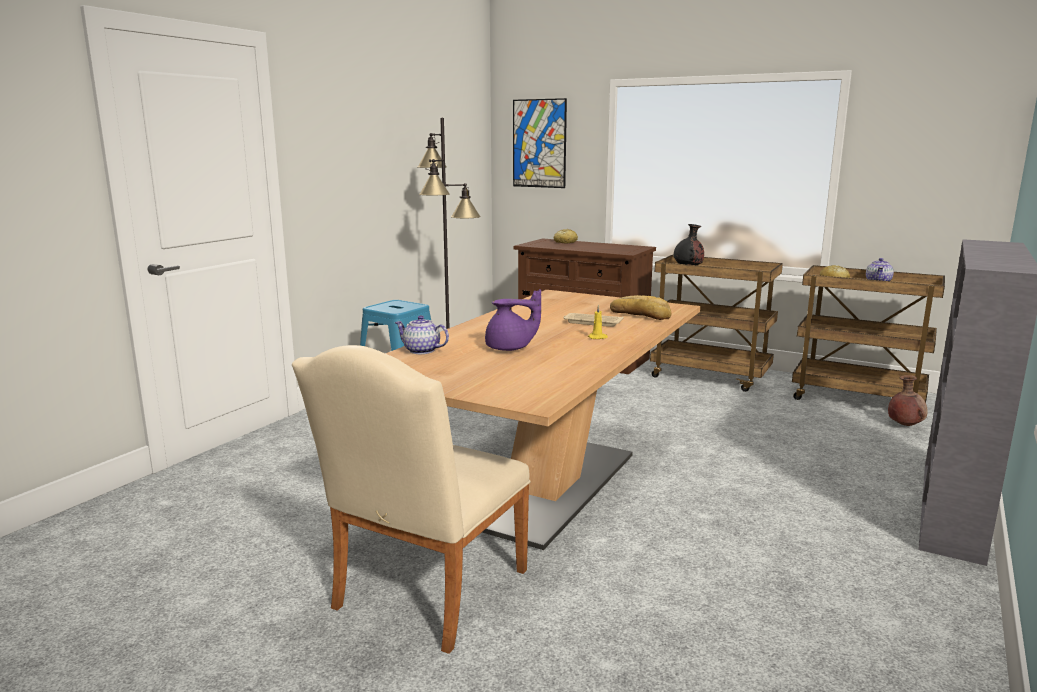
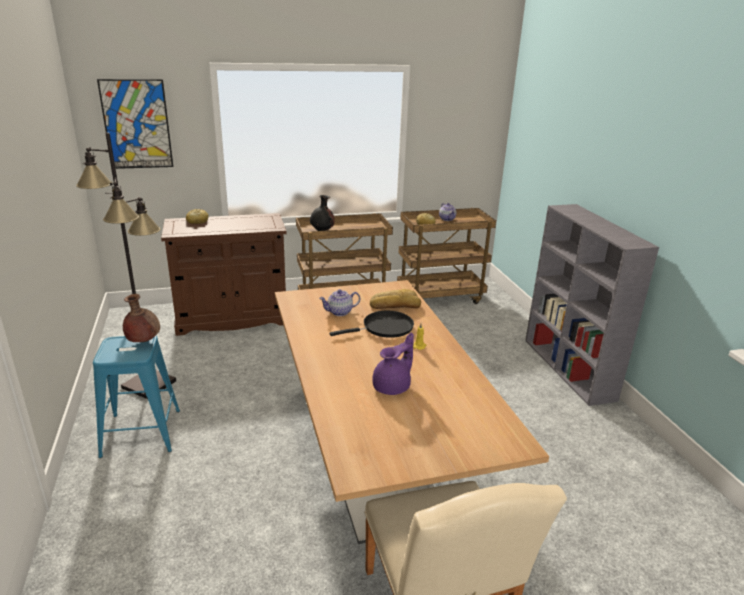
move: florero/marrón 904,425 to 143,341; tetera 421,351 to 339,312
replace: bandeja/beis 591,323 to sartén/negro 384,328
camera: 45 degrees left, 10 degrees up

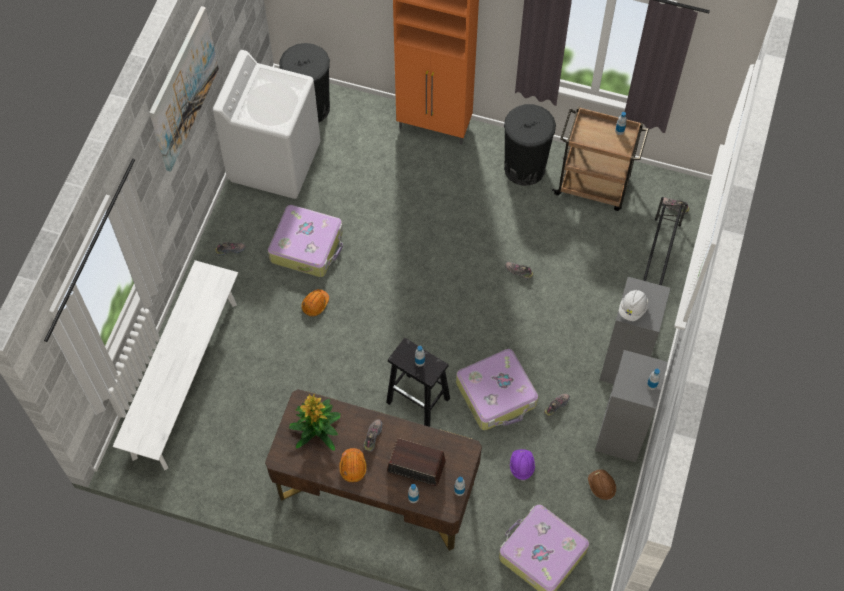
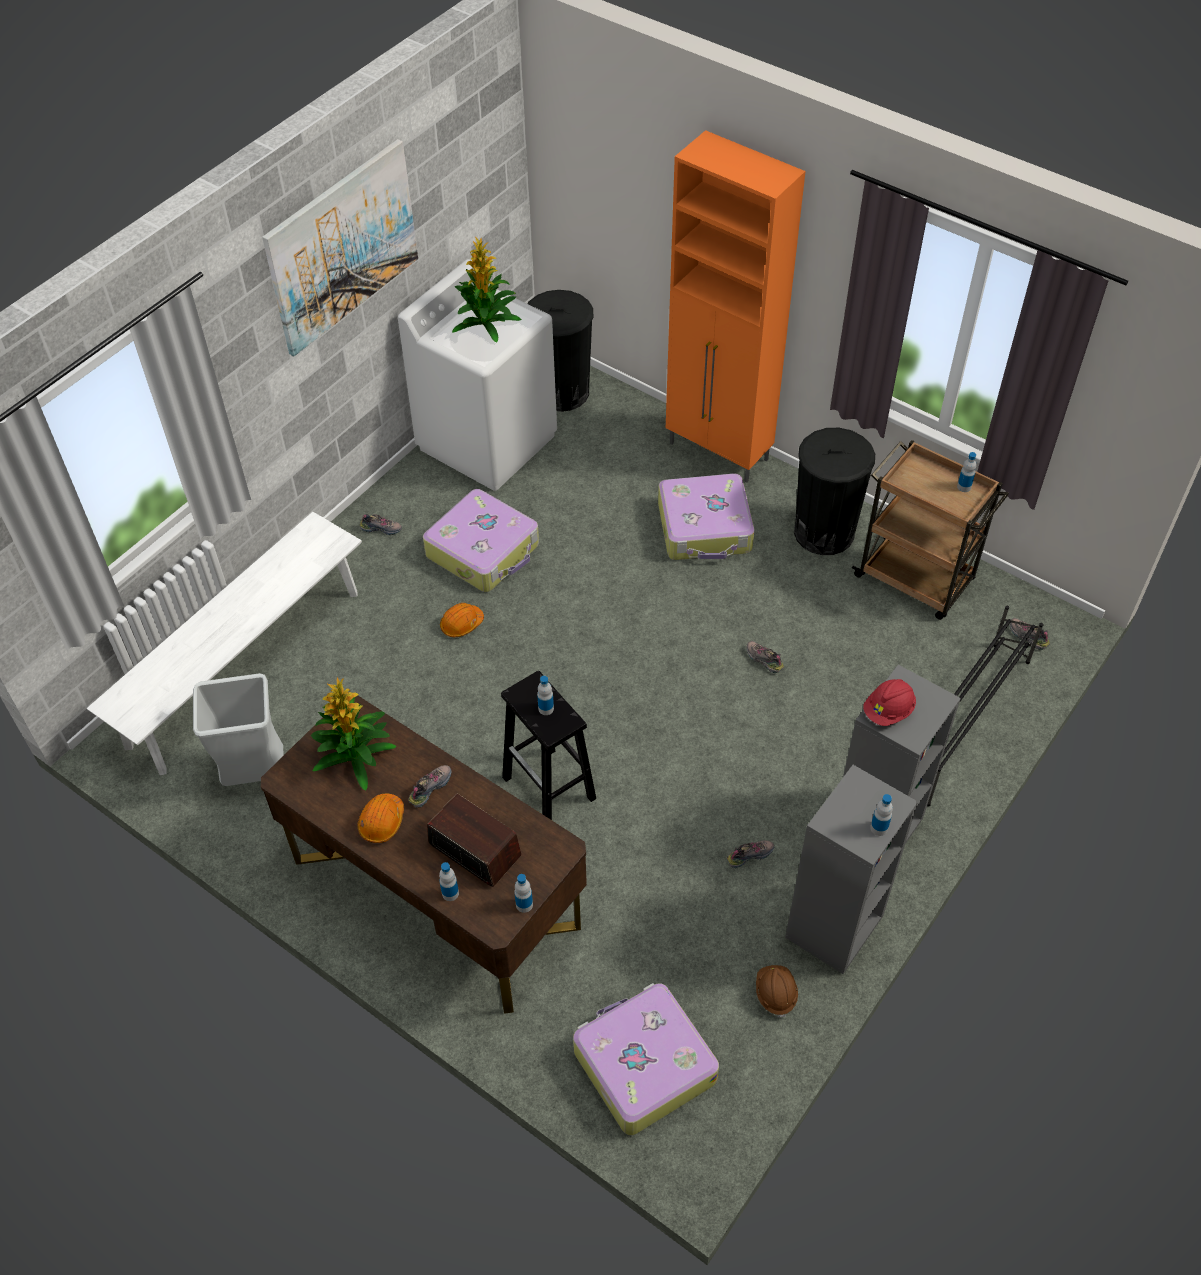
delete: casco/morado 521,466
insert: papelera/gris 255,776; planta en maceta 487,322
move: maleta 497,394 to 705,528
recolor: casco/blanco 632,309 to casco/rojo 888,711
camera: 20 degrees right, 10 degrees down

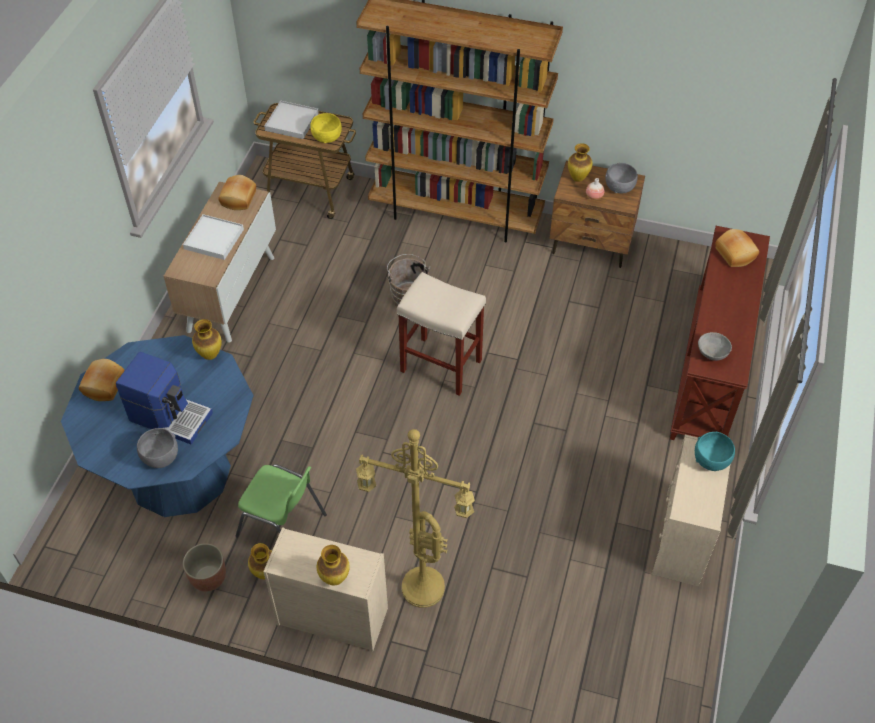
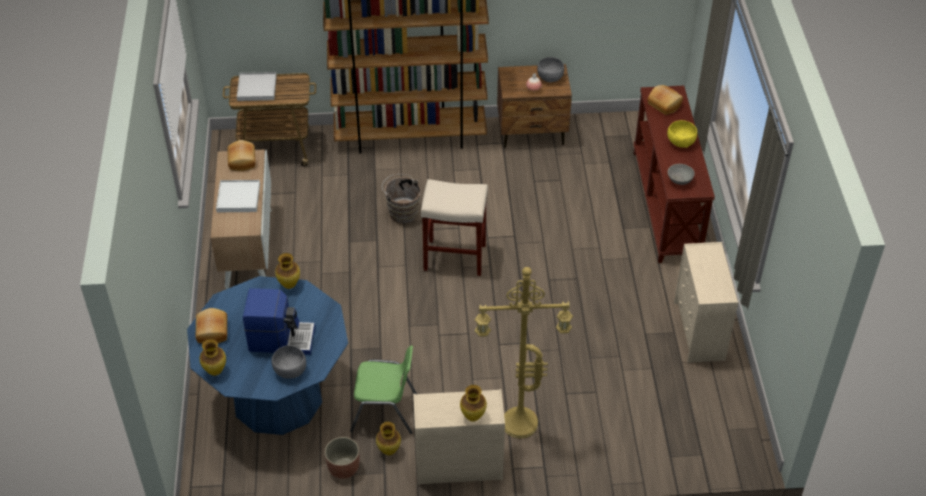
delete: cuenco/turquesa 711,459
move: florero 578,178 to 216,371; cuenco/amarillo 326,137 to 680,142
camera: 20 degrees left, 5 degrees down

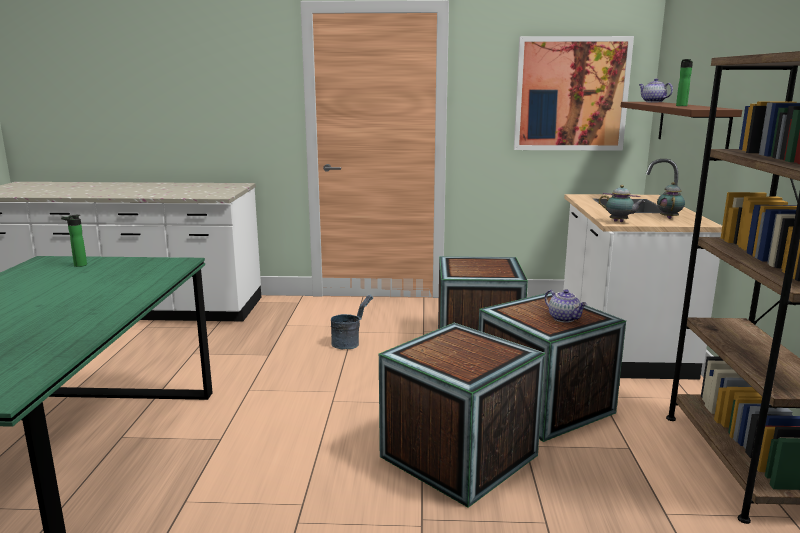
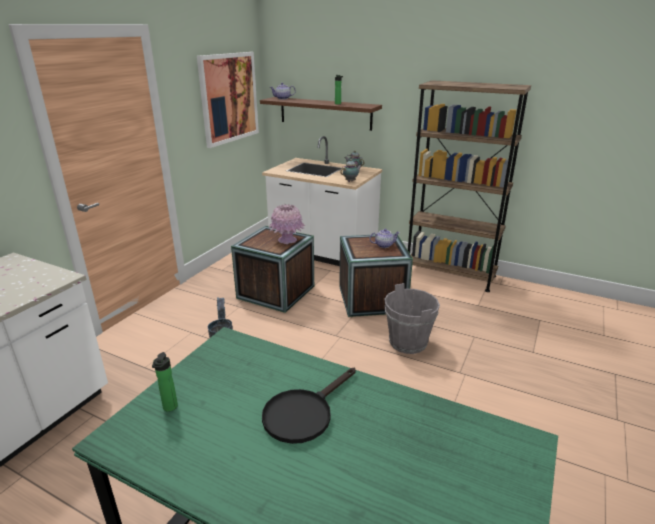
insert: sartén/negro 303,413; florero/rosa 287,240
replace: caja de embalaje 458,456 to cubo/gris 407,342
camera: 65 degrees left, 10 degrees up

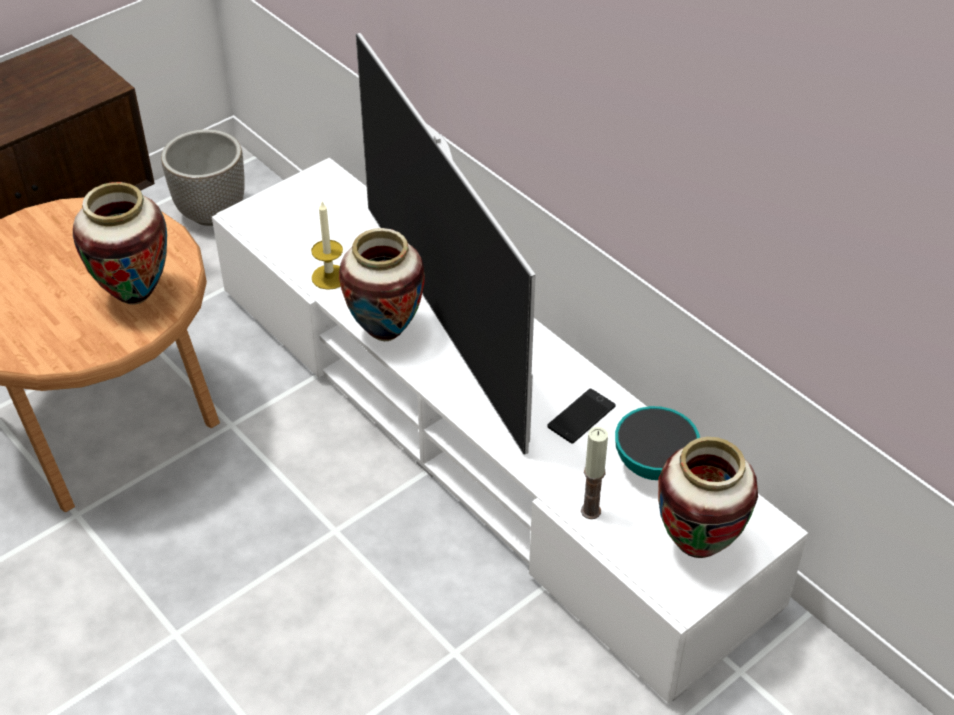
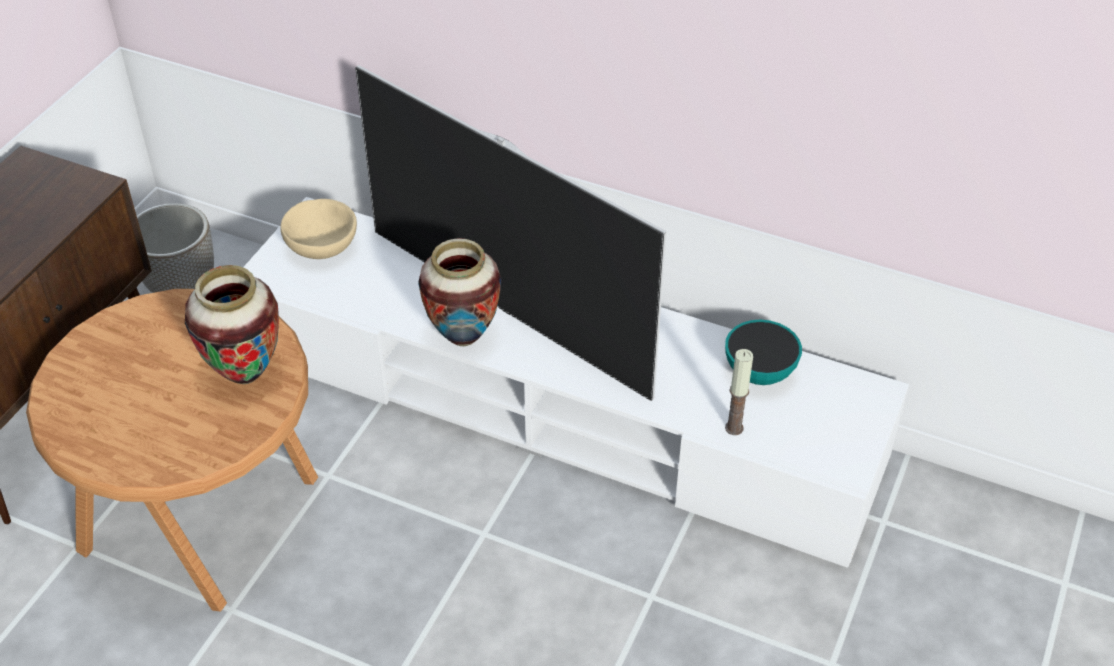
delete: vela 329,277; móvil 581,416; florero 697,545
insert: cuenco/beis 322,247
camera: 25 degrees left, 0 degrees up

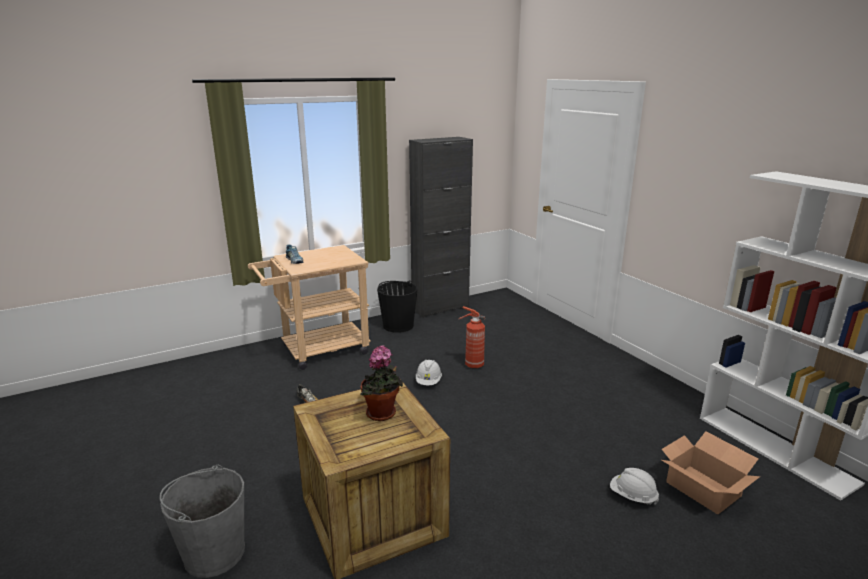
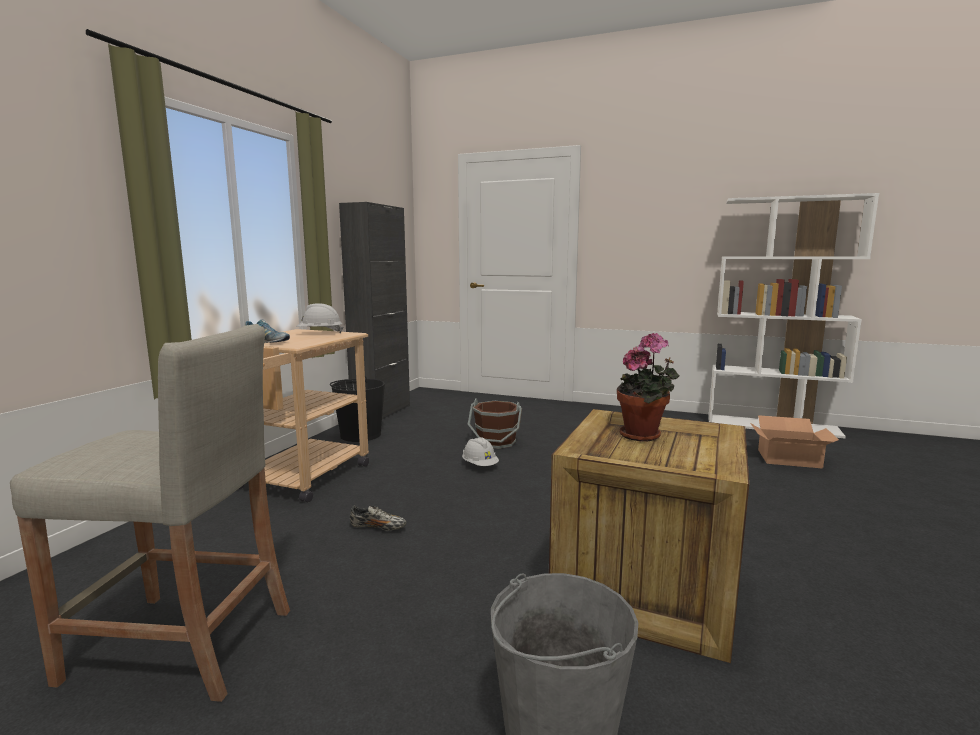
insert: taburete/beis 181,645
move: casco/blanco 632,496 to 319,333
replace: extintor 473,365 to cubo/marrón 496,442
camera: 40 degrees left, 10 degrees down

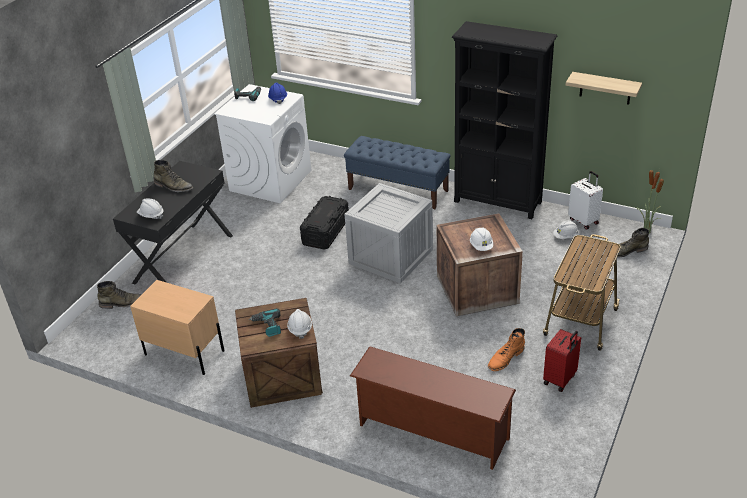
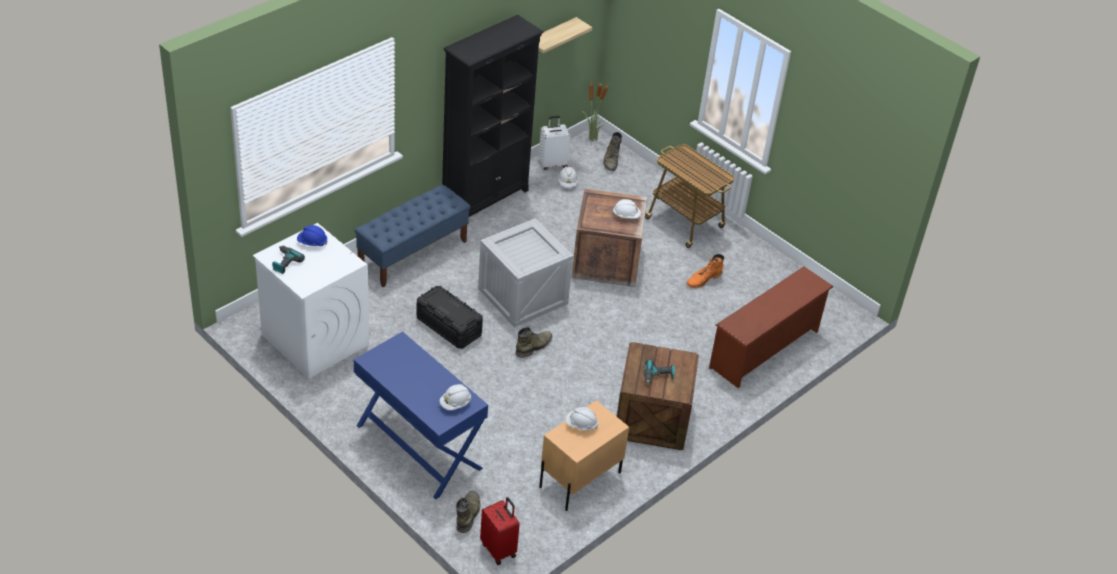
move: maleta/rojo 560,379 to 499,549; bota/verde 174,187 to 534,346; casco/blanco 300,329 to 581,425
recolor: escritorio/negro 183,258 to escritorio/azul 418,447
rotate: bota/naranja 505,358 = 703,279 75 degrees clockwise
camera: 75 degrees left, 5 degrees up

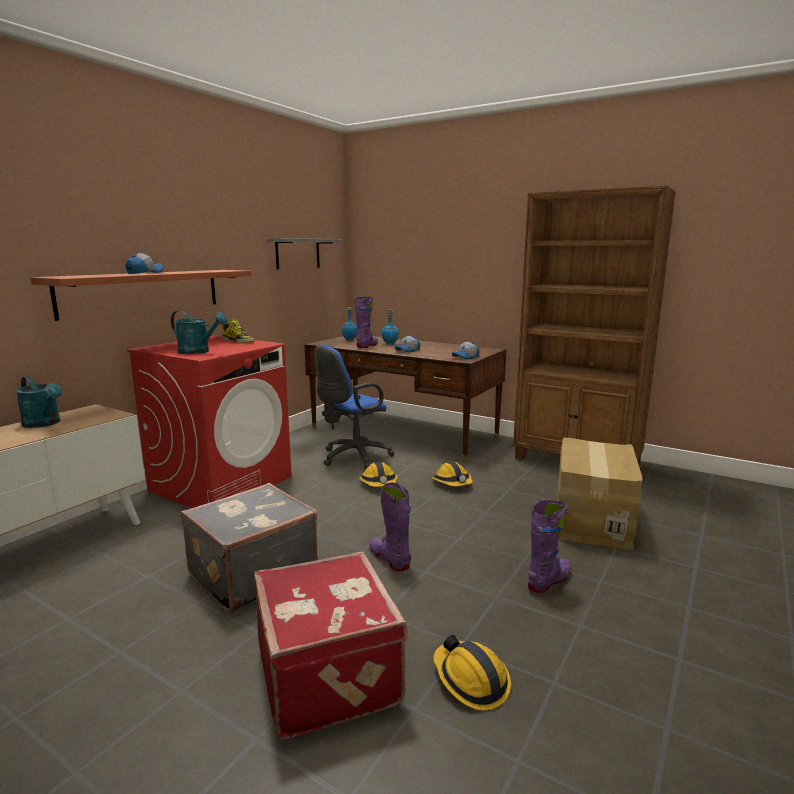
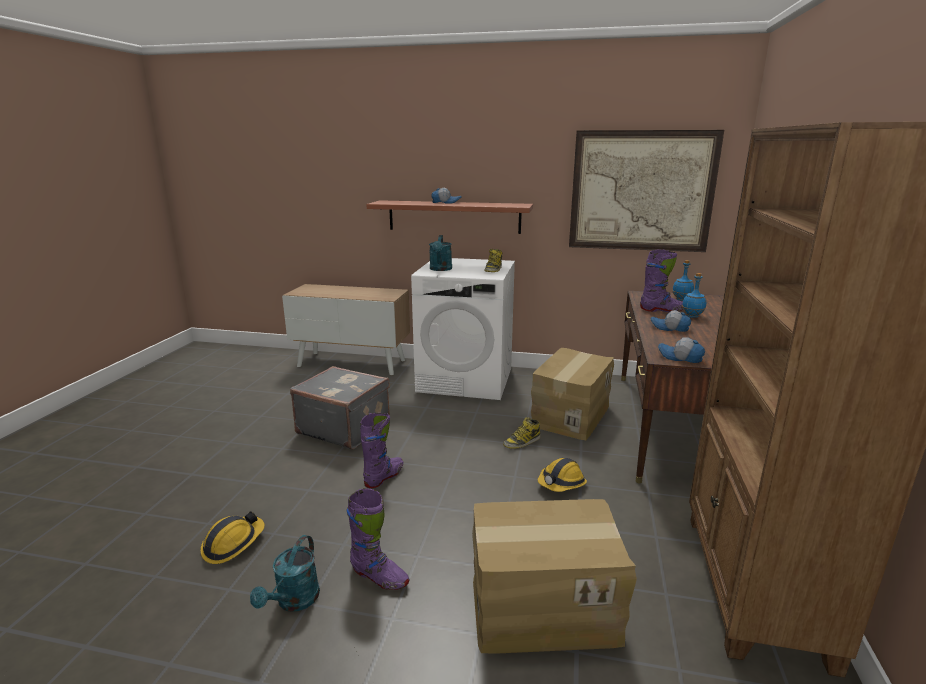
delete: maleta/rojo 330,673
move: regadera/turquesa 44,424 to 294,602
replace: casco 379,484 to bota 522,442; silla de oficina/azul 352,457 to caja de cartón 570,415; estante/gris 298,253 to cuadro 641,191
recolor: lavadora/rojo 222,483 to lavadora/blanco 466,379
camera: 70 degrees right, 5 degrees up

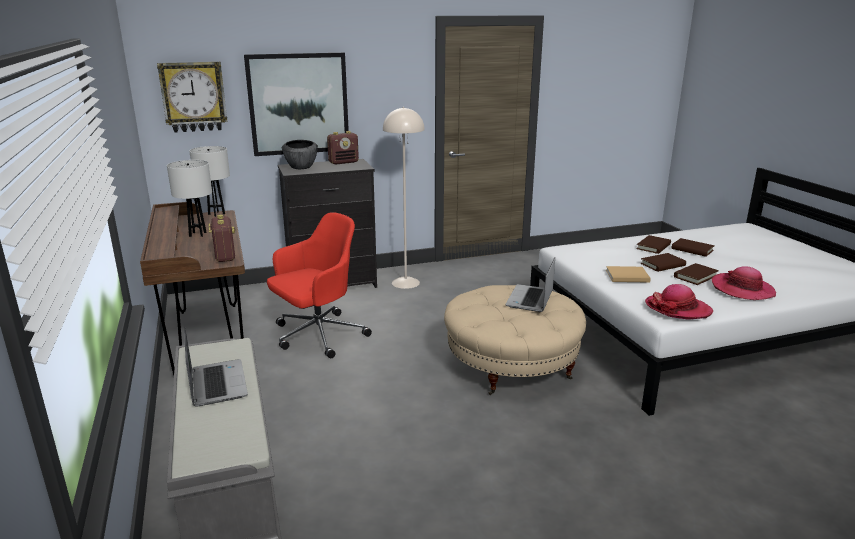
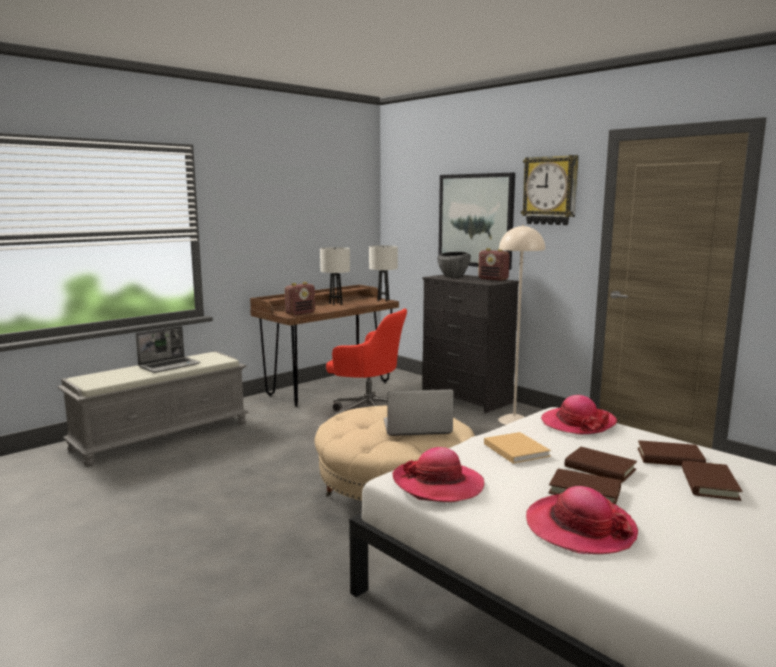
insert: sombrero 577,423
move: reloj de pared 193,97 to 550,190
camera: 65 degrees right, 10 degrees down

